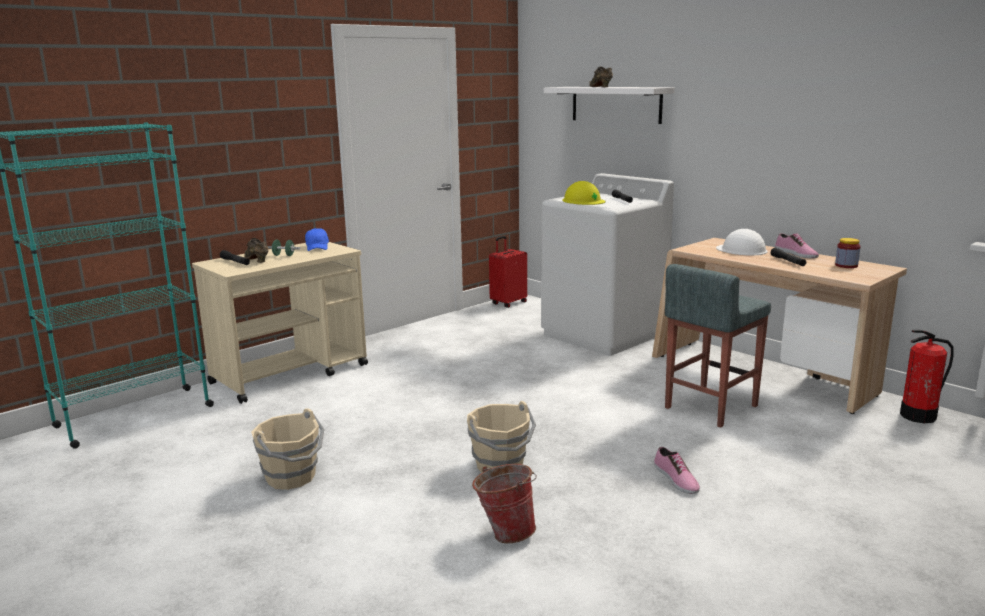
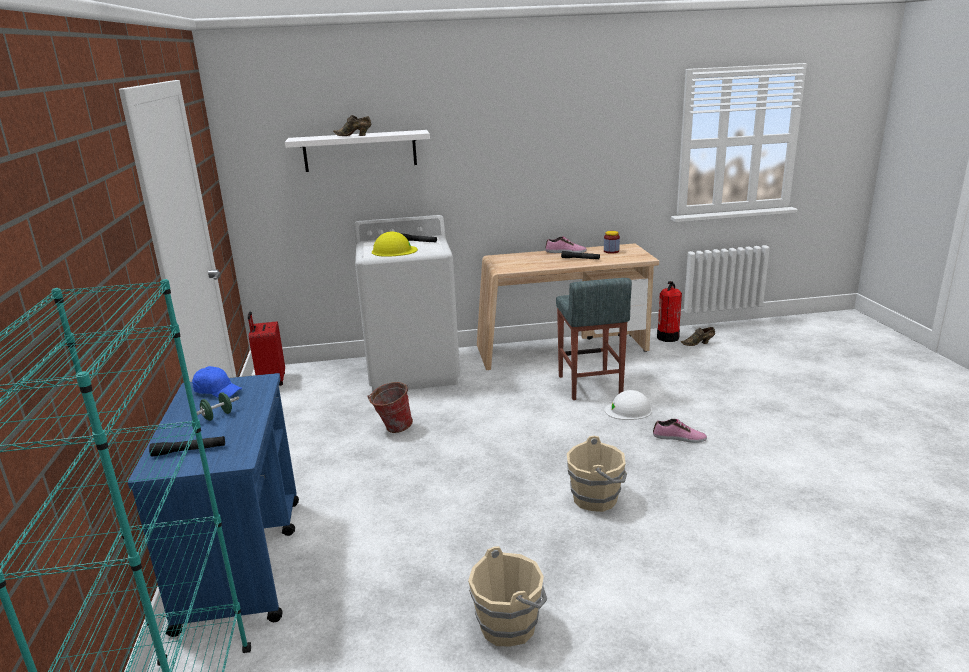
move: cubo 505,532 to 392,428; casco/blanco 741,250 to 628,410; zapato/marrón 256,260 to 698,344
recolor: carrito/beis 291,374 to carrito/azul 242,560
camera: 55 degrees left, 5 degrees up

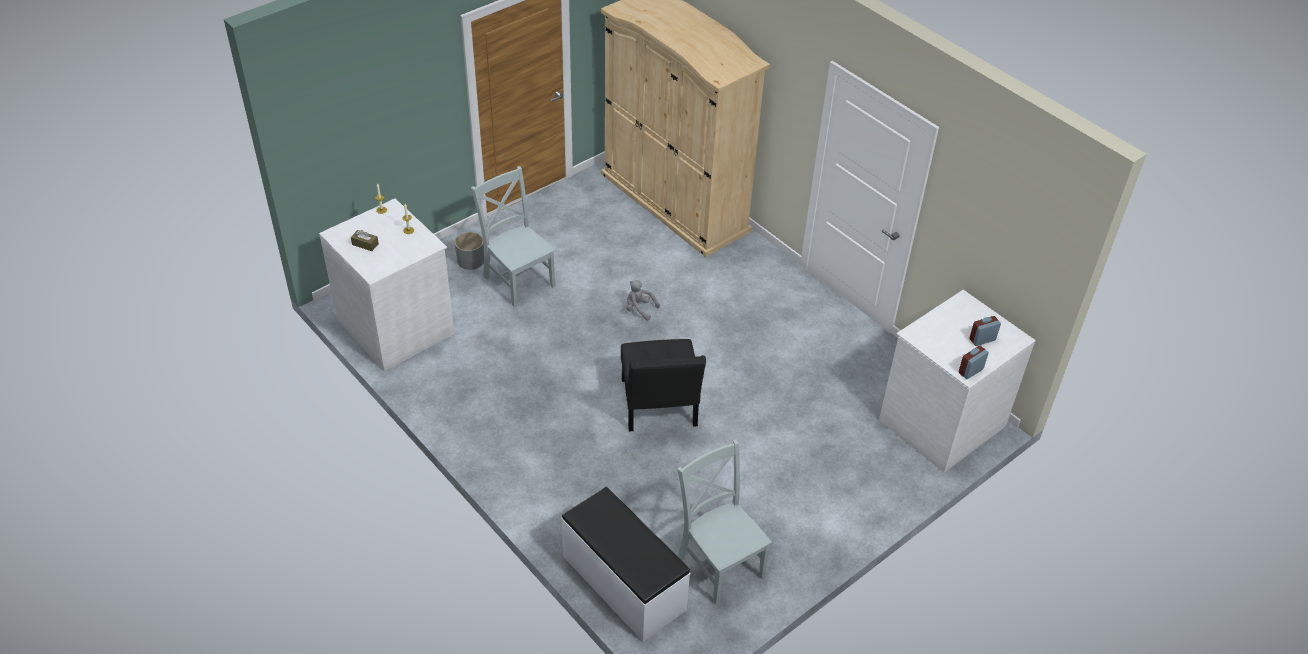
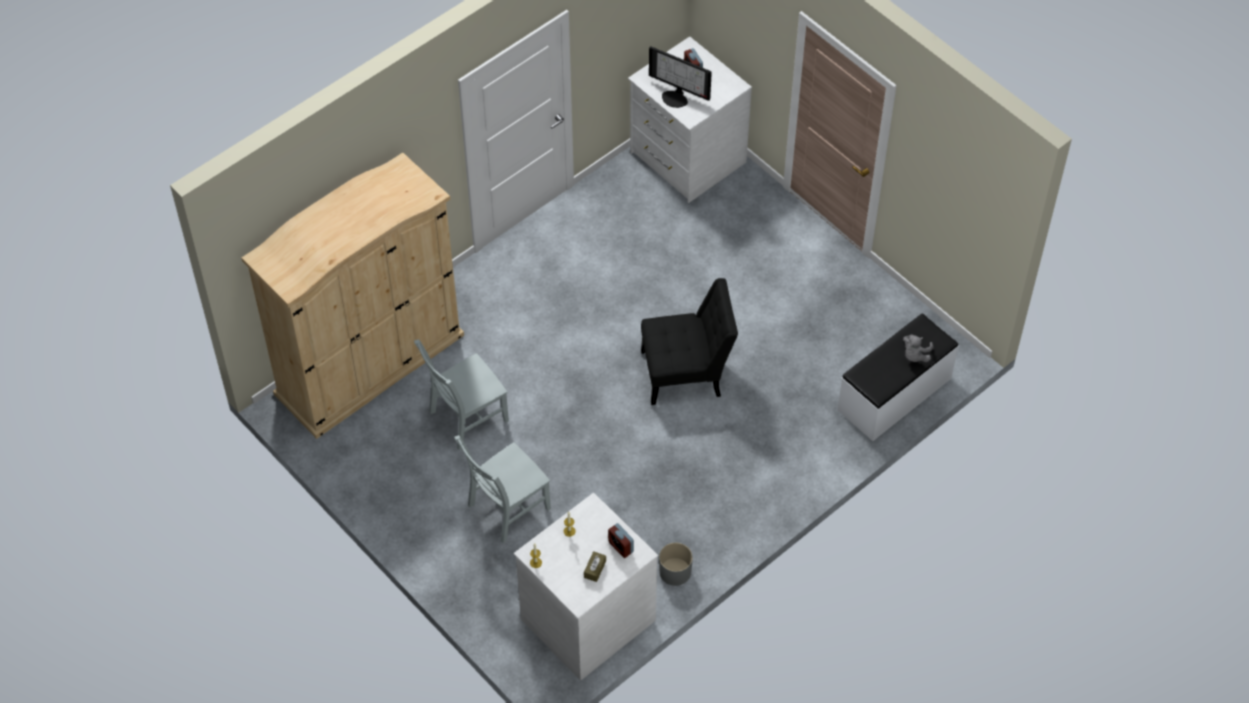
insert: monitor 676,97
move: silla/gris 719,563 to 465,418; despertador 970,371 to 621,547; maceta/gris 470,260 to 675,572; peluche/gris 639,309 to 915,355
camera: 90 degrees left, 10 degrees up

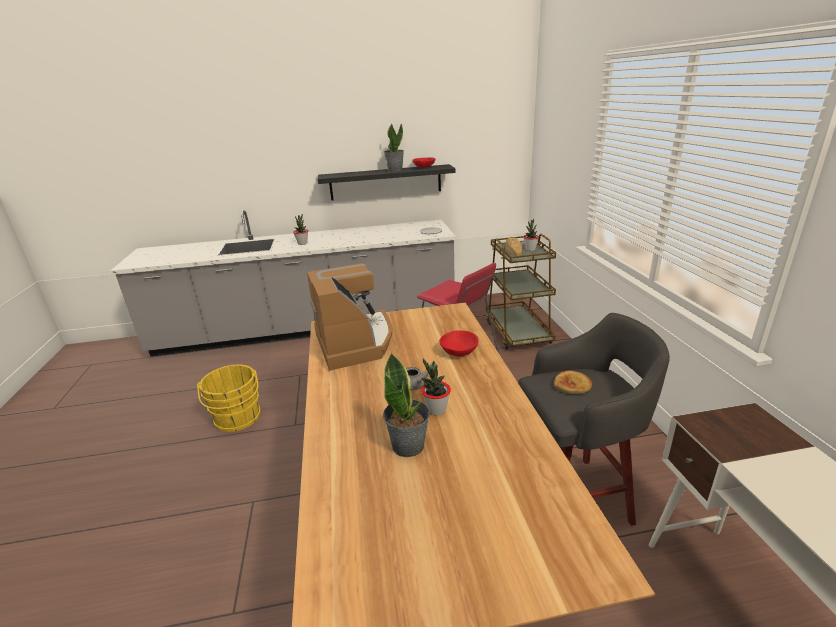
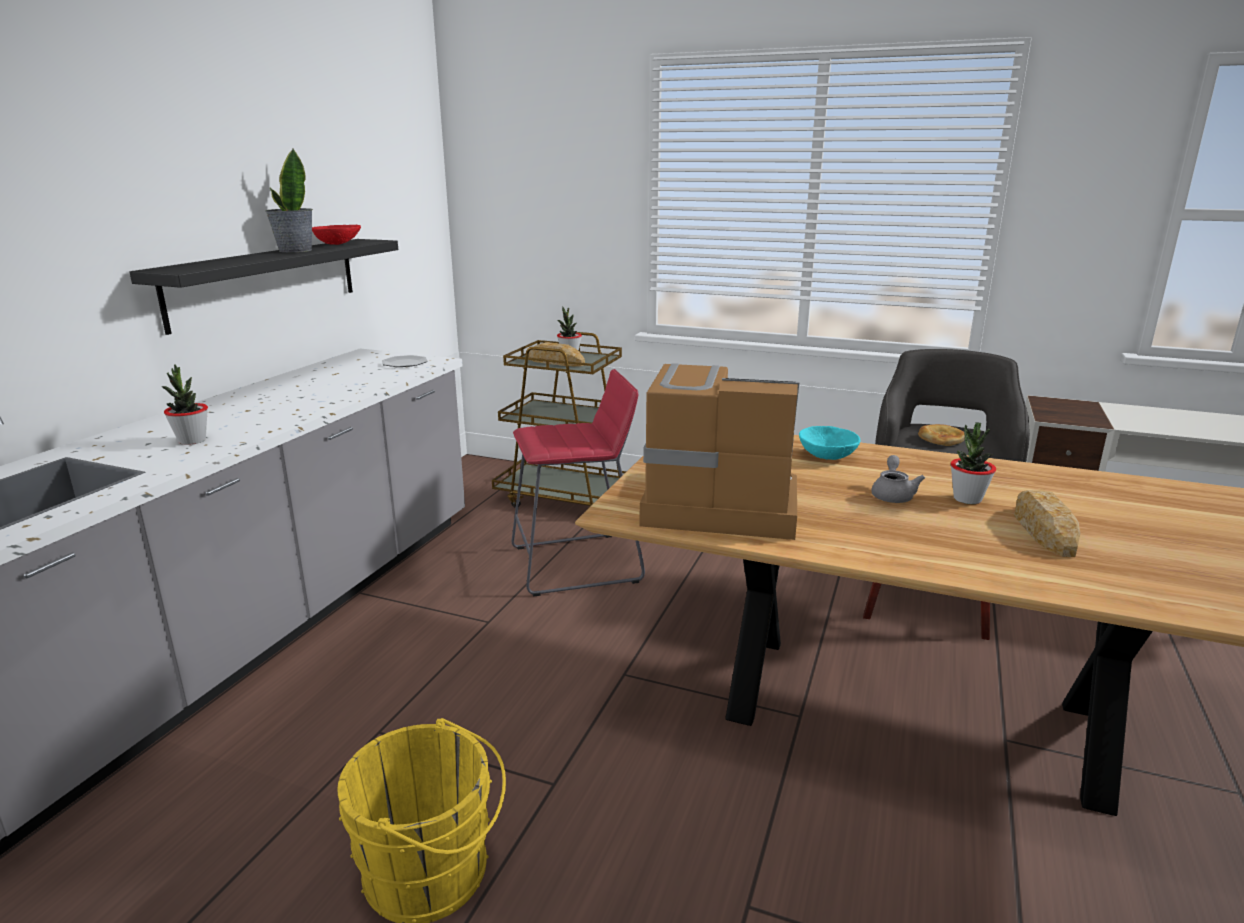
replace: planta en maceta 408,445 to pan 1043,530
recolor: cuenco/rojo 459,352 to cuenco/turquesa 826,456
camera: 60 degrees left, 5 degrees down

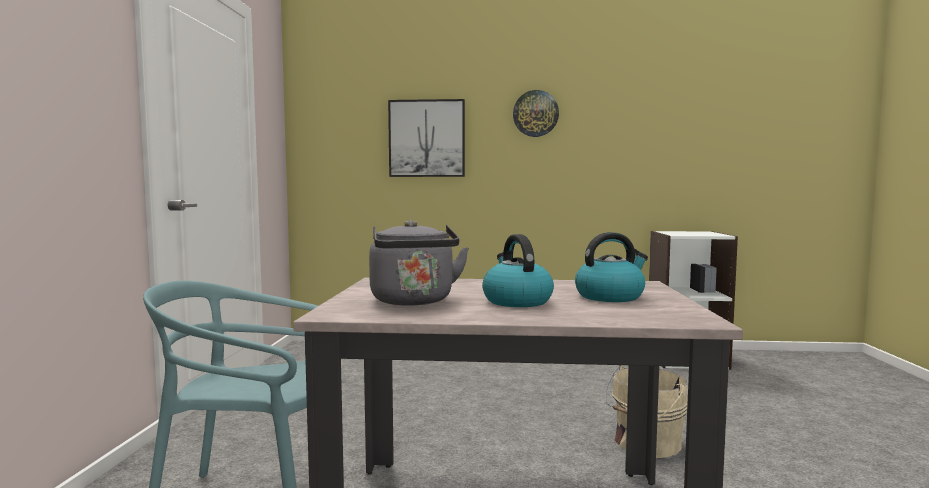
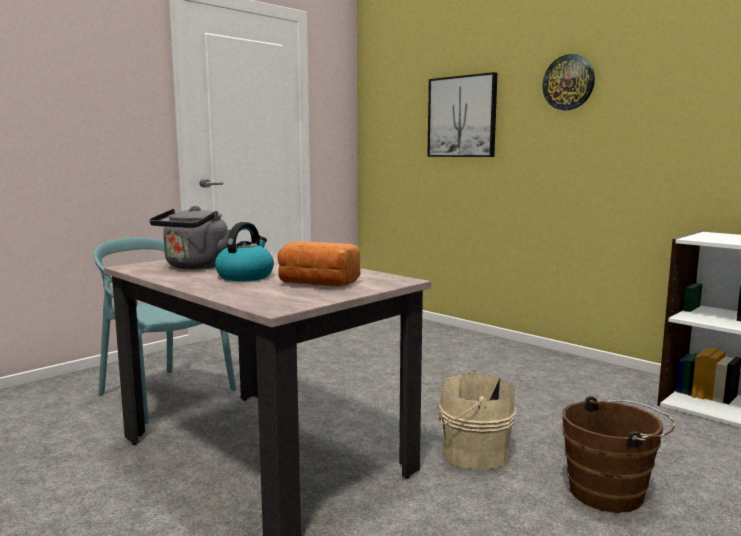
insert: cubo/marrón 612,492
replace: hervidor 610,296 to pan 316,284
camera: 40 degrees right, 5 degrees up

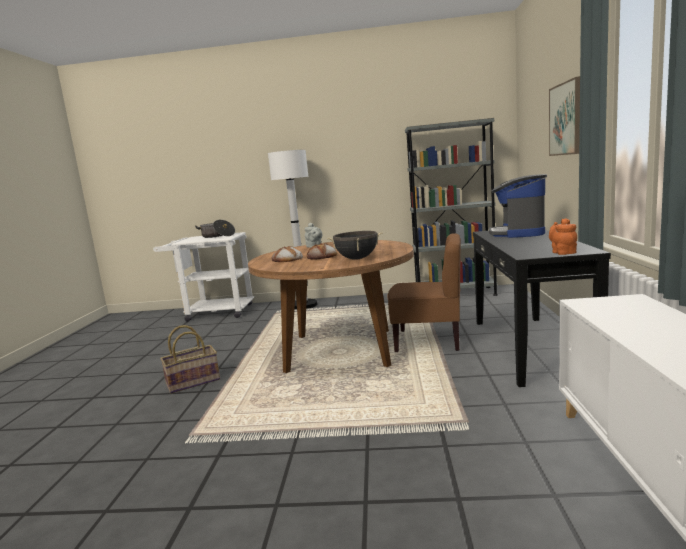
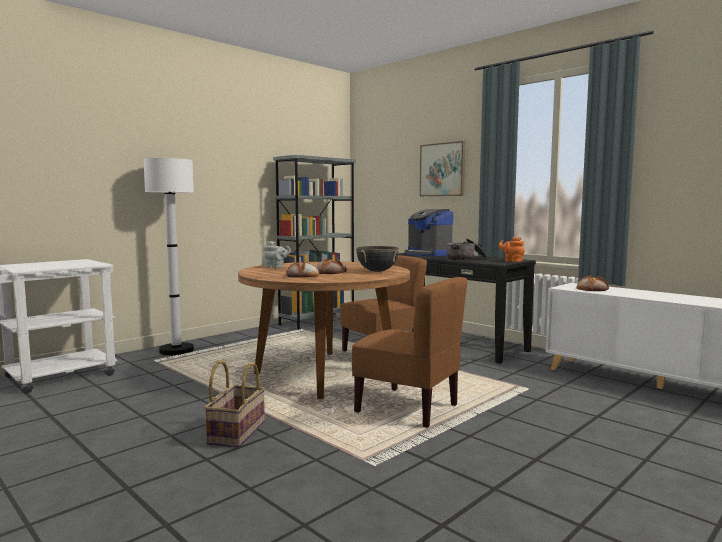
insert: silla/marrón 408,408; pan 592,289
move: olla 217,236 to 466,258
camera: 50 degrees left, 5 degrees down

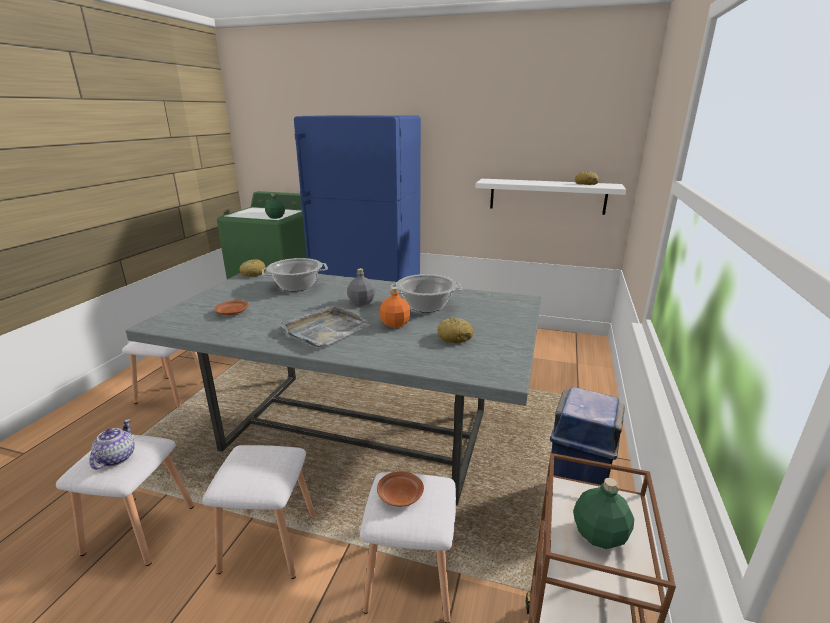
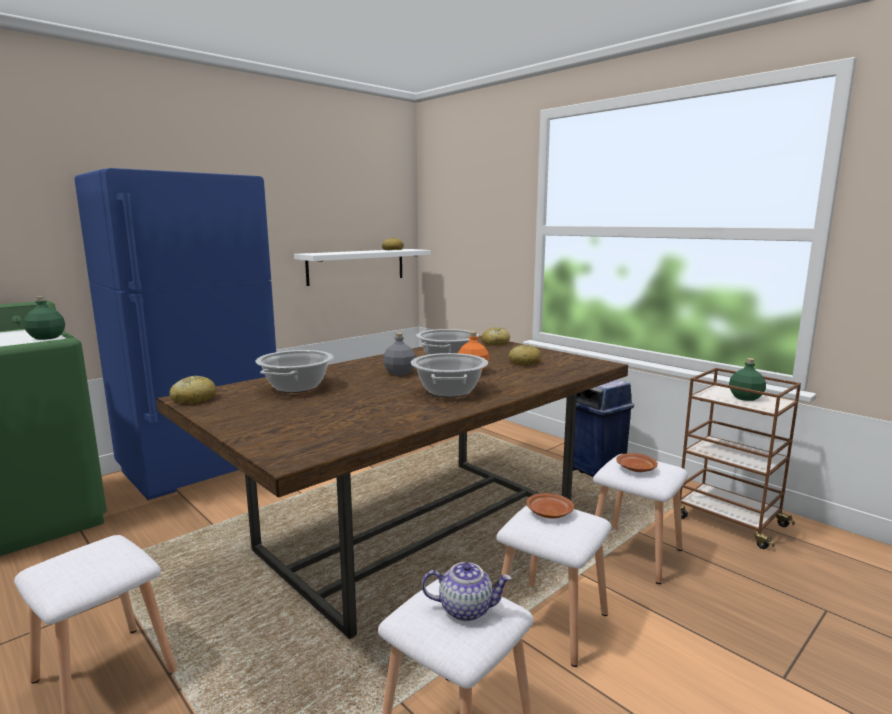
insert: pan 495,343
move: plato/marrón 232,312 to 548,513
replace: bandeja/gris 324,329 to olla 449,391
recolor: mesa de comedor/gris 356,429 to mesa de comedor/marrón 417,531
rotate: tetera 116,458 = 466,609 150 degrees clockwise
camera: 60 degrees left, 10 degrees down

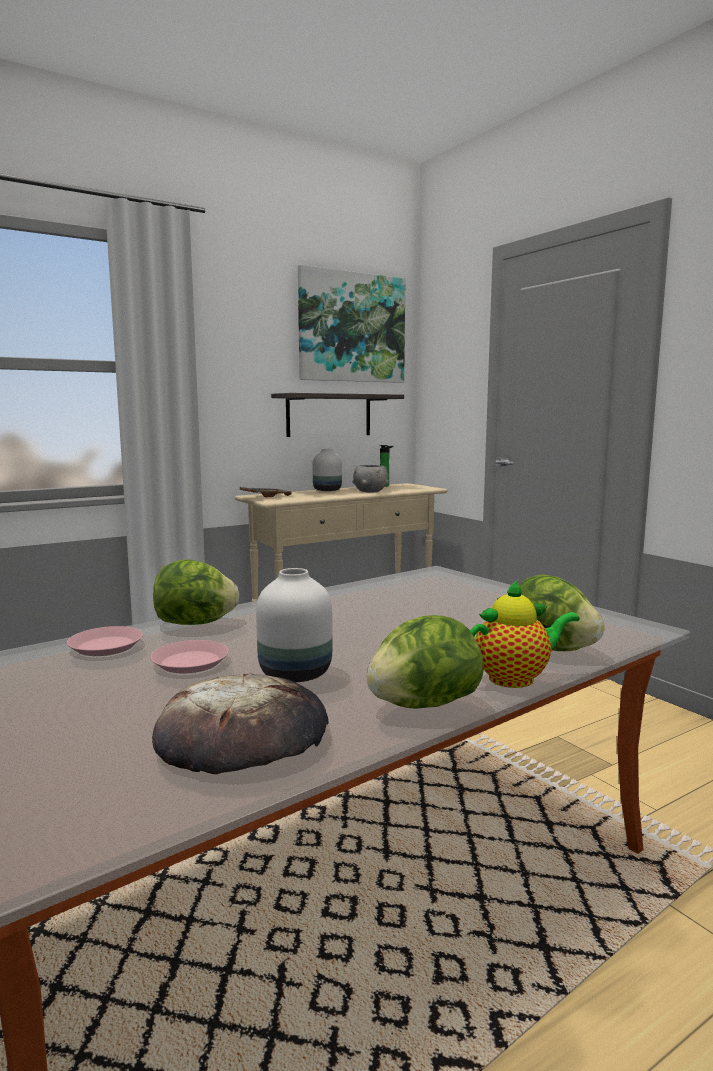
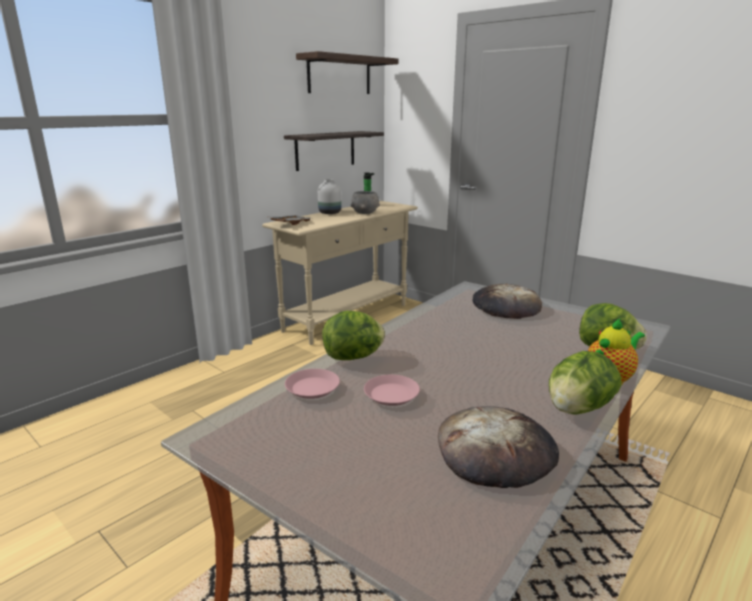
delete: florero/blanco 297,674
insert: pan 506,307
replace: cuadro 351,328 to estante 339,75
camera: 15 degrees left, 10 degrees up

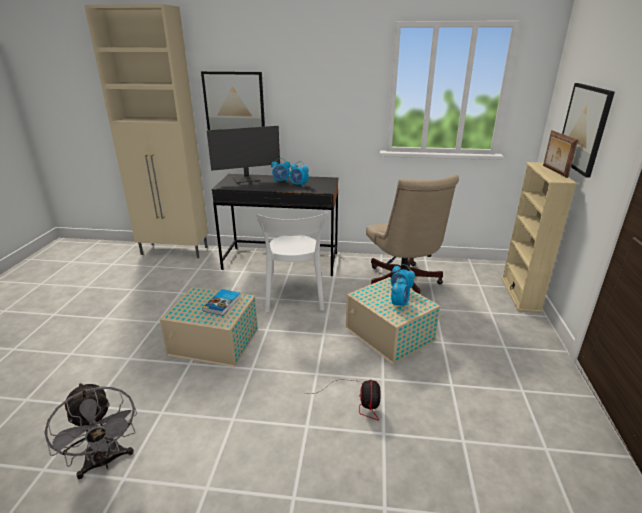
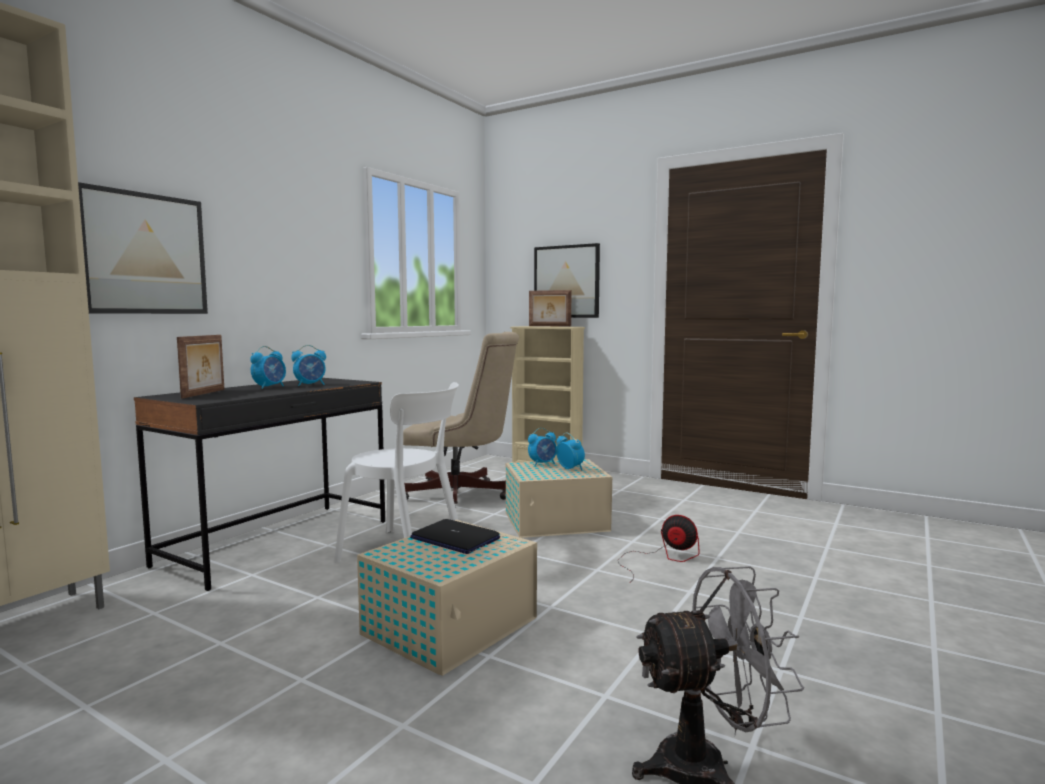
replace: monitor 246,179 to portarretratos 205,393; libro 223,304 to portátil 454,538
camera: 65 degrees left, 20 degrees down

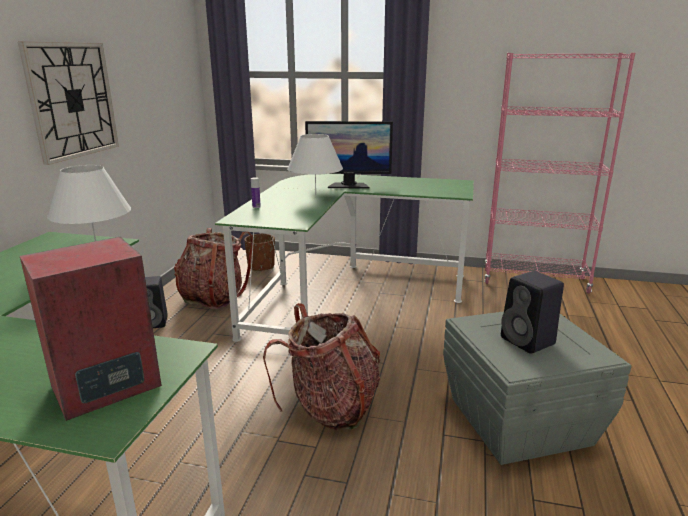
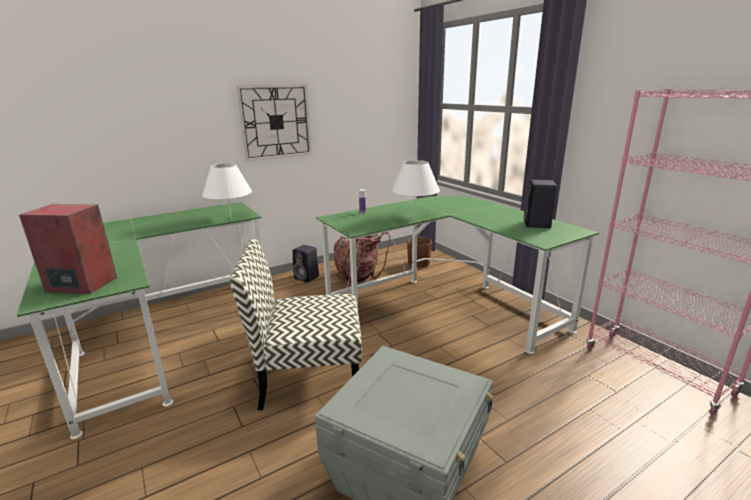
delete: monitor 348,185
move: altavoz/negro 529,341 to 537,224
replace: mochila 331,407 to silla 308,377
camera: 45 degrees right, 0 degrees up

